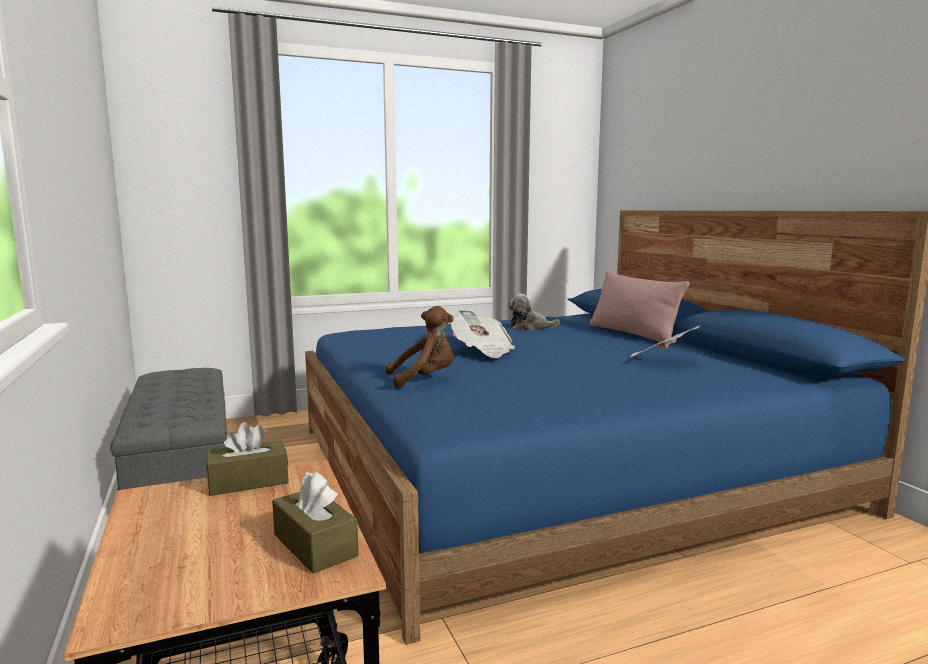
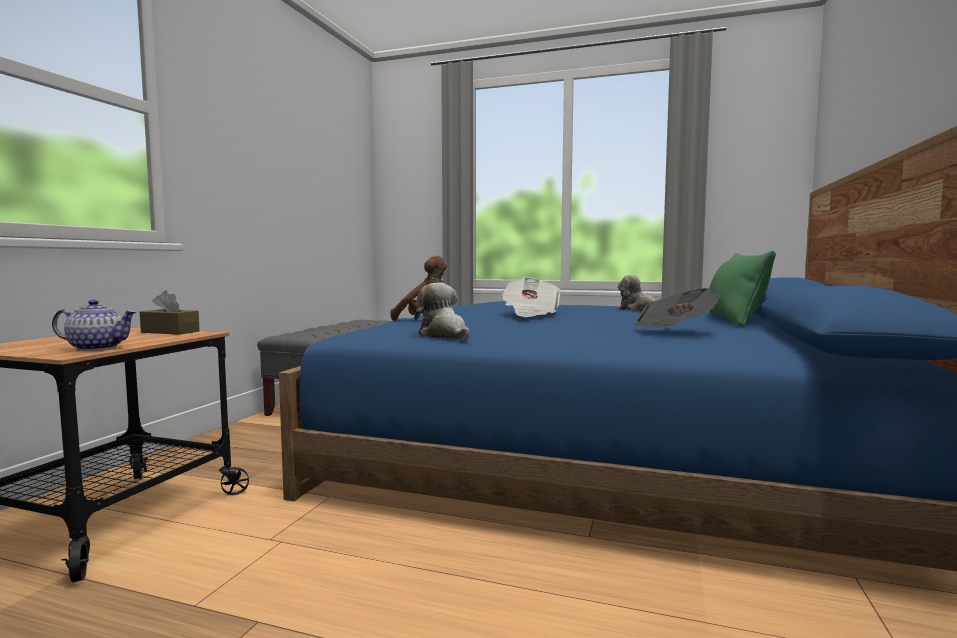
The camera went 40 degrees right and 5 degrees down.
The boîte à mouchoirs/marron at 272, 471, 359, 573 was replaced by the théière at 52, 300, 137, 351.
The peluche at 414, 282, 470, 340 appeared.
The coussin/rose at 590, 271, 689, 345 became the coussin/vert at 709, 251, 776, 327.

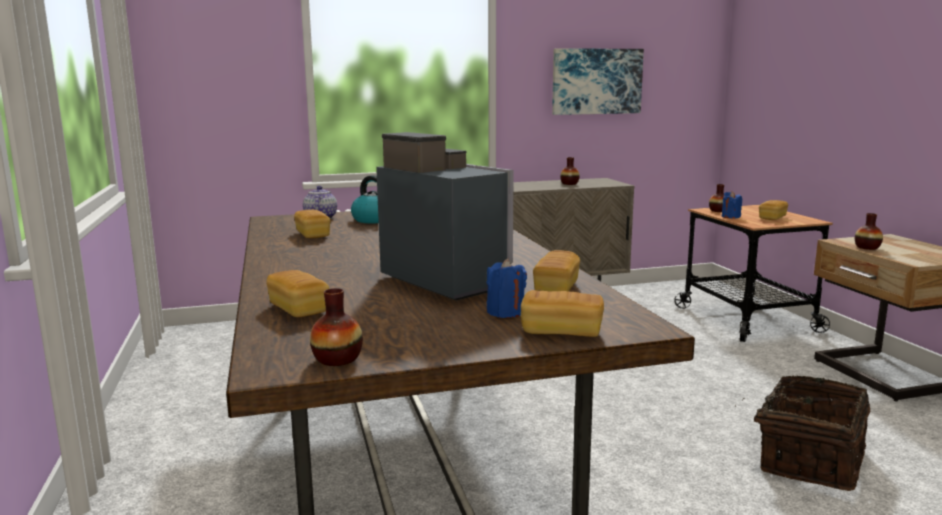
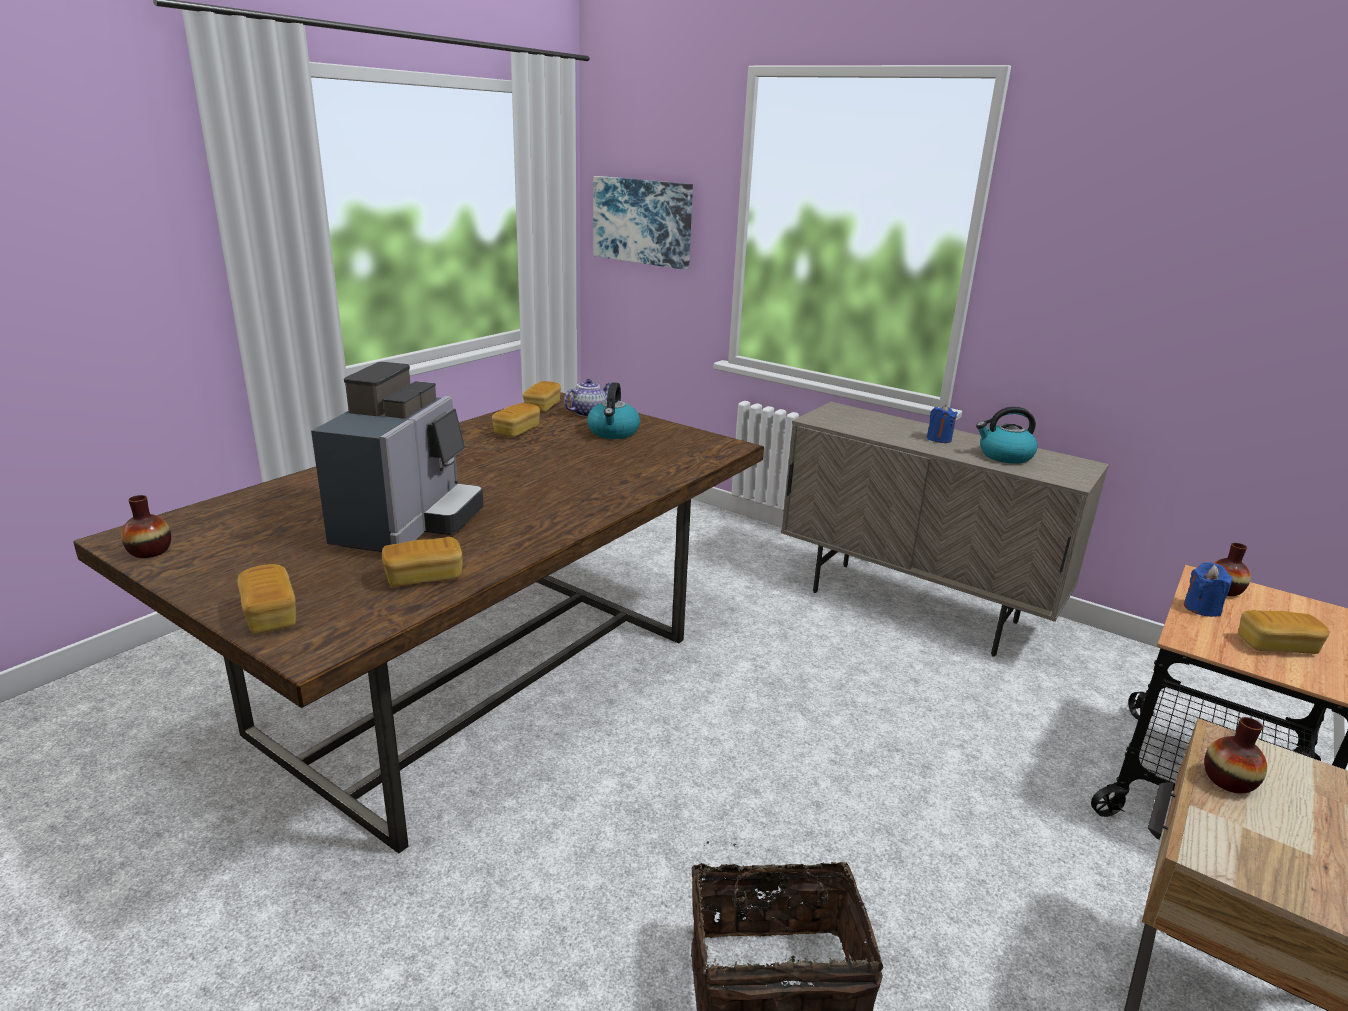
The camera went 50 degrees right and 10 degrees up.
The pain moved from 267, 270, 330, 317 to 523, 381, 561, 412.
The tableau moved from 552, 48, 644, 115 to 593, 176, 693, 270.
The bougie/bleu moved from 487, 258, 527, 318 to 927, 405, 958, 443.
The vase at 560, 157, 580, 185 was replaced by the bouilloire at 976, 407, 1038, 464.

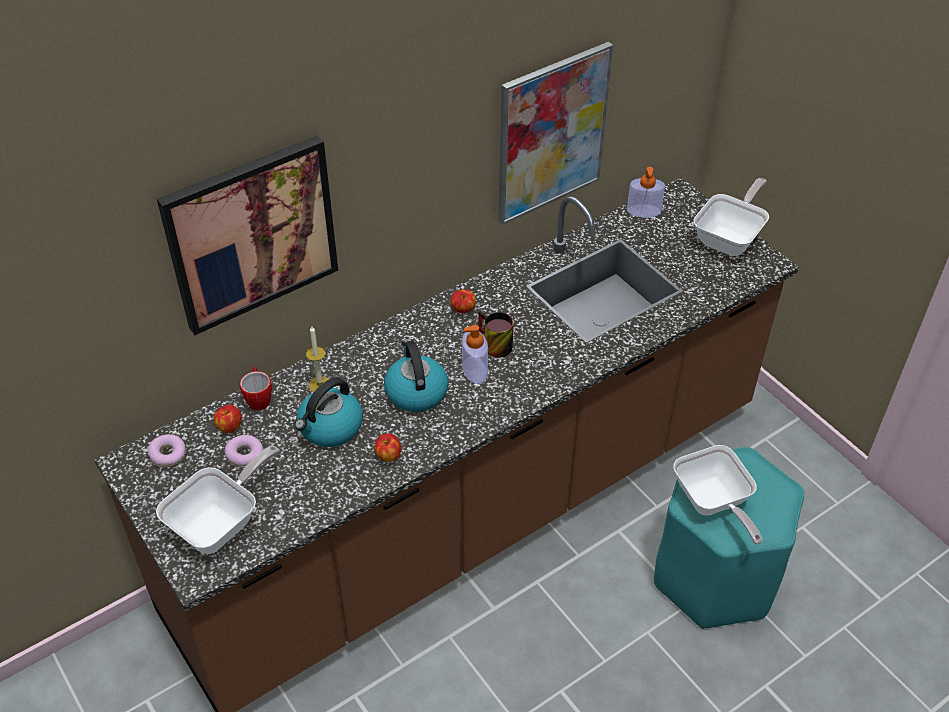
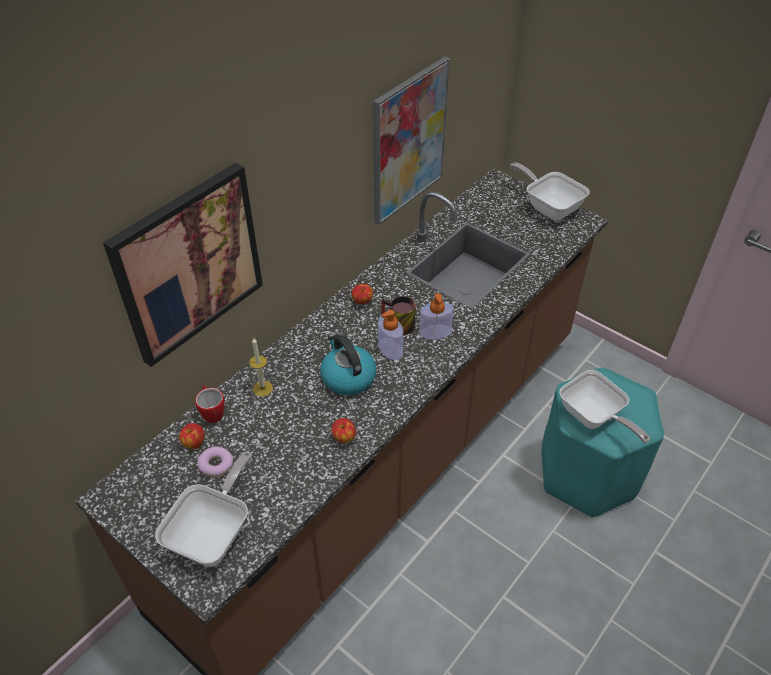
The camera went 15 degrees left and 0 degrees up.
The distributeur de savon moved from 627, 167, 665, 218 to 420, 293, 454, 340.
The poêle at 694, 178, 769, 256 turned 60 degrees counterclockwise.
The beignet at 148, 434, 186, 467 disappeared.
The bouilloire at 294, 377, 363, 447 disappeared.

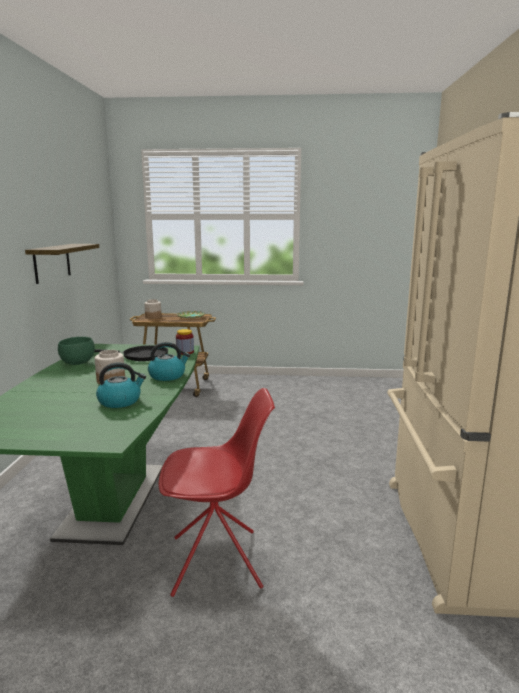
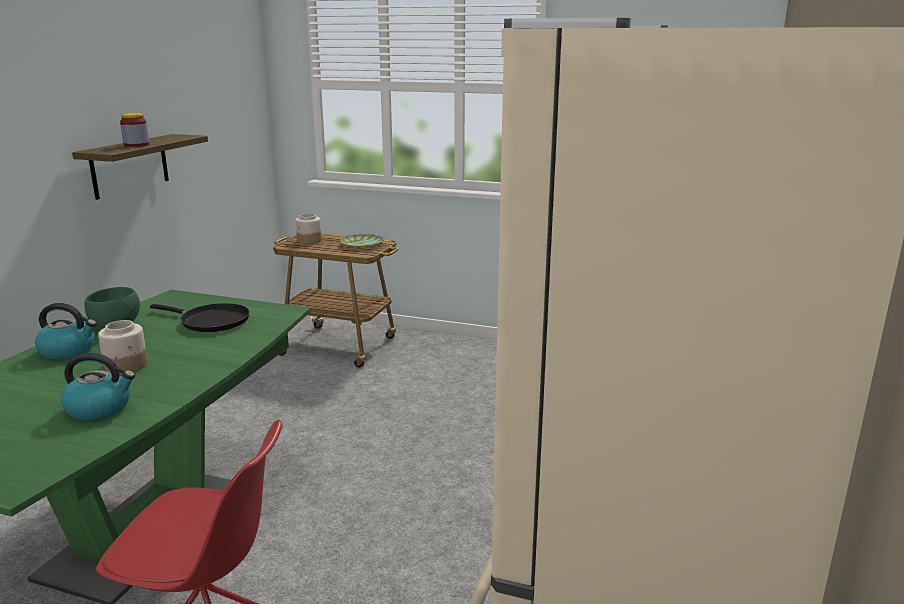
The camera went 15 degrees right and 5 degrees up.
The bouilloire moved from 148, 342, 190, 381 to 35, 303, 97, 359.
The bocal moved from 176, 329, 194, 355 to 120, 113, 149, 147.

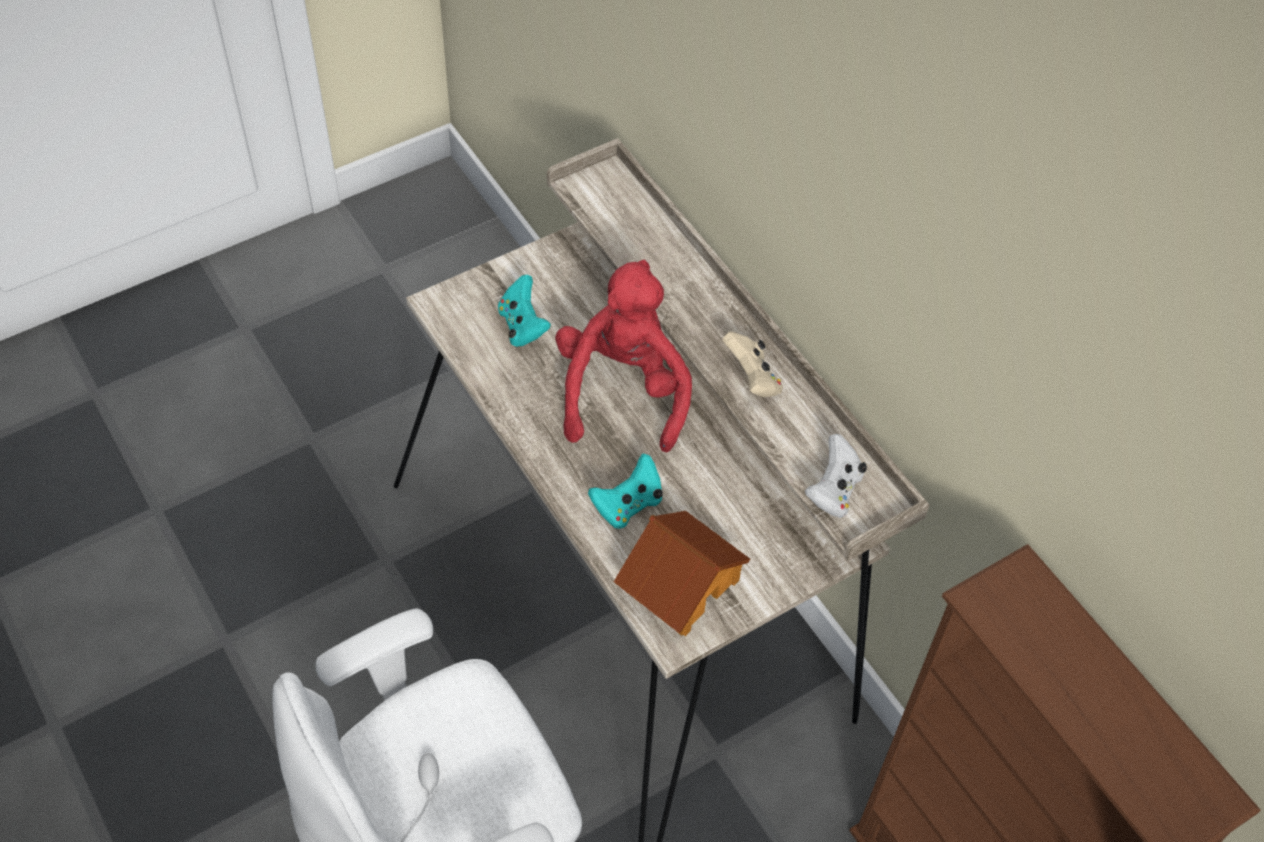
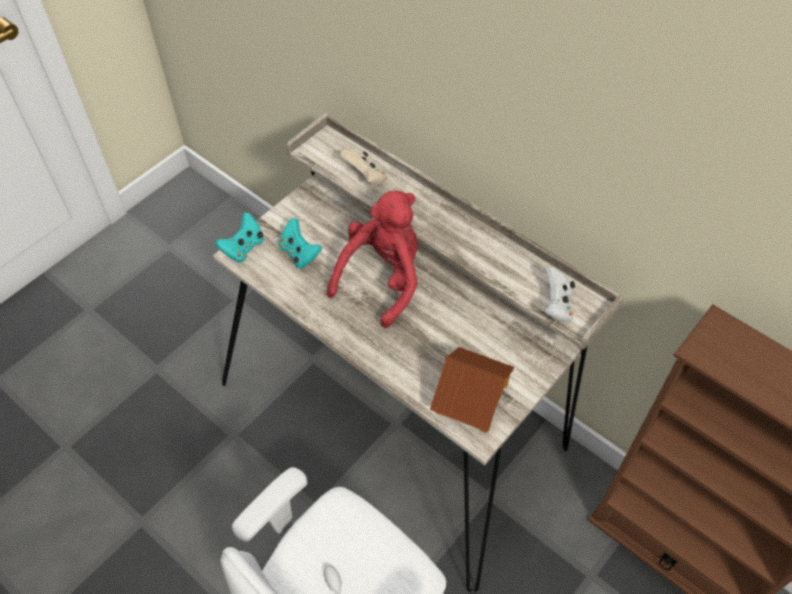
The camera went 15 degrees left and 0 degrees up.
The manette/turquoise moved from 588, 454, 663, 529 to 215, 212, 264, 263.
The peluche/rouge at 555, 260, 692, 453 turned 45 degrees clockwise.
The manette/beige moved from 722, 331, 783, 397 to 340, 149, 387, 185.

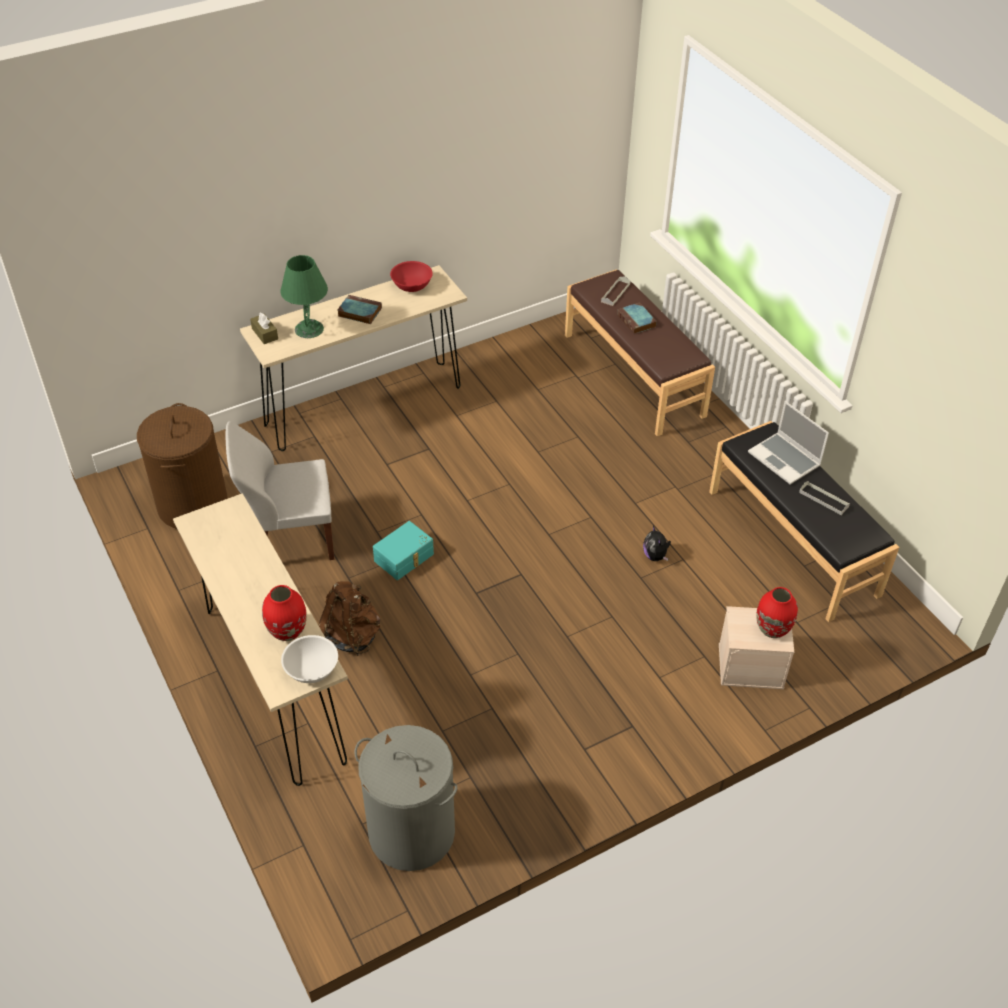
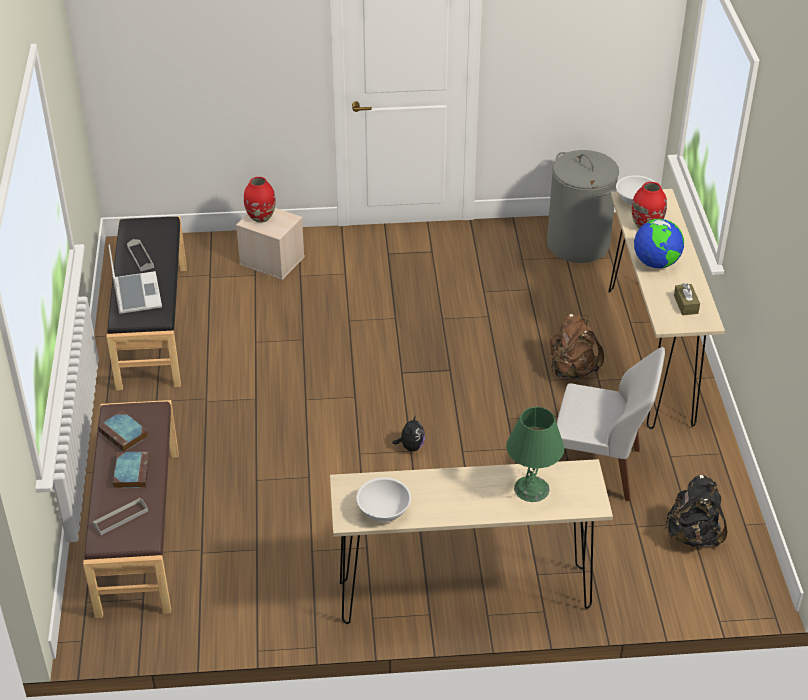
The camera went 155 degrees left and 5 degrees down.
The livre moved from 338, 295, 382, 324 to 98, 411, 148, 452.
The bol/rouge at 390, 261, 433, 292 became the bol/blanc at 356, 478, 411, 522.
The peluche moved from 643, 526, 671, 561 to 392, 414, 425, 452.
The globe at 634, 219, 684, 268 appeared.
The panier à linge/marron at 137, 403, 228, 529 was replaced by the sac à dos/noir at 664, 475, 728, 547.
The boîte à mouchoirs/marron moved from 250, 313, 278, 344 to 674, 283, 700, 315.
The boîte de rangement/turquoise at 373, 521, 434, 580 disappeared.

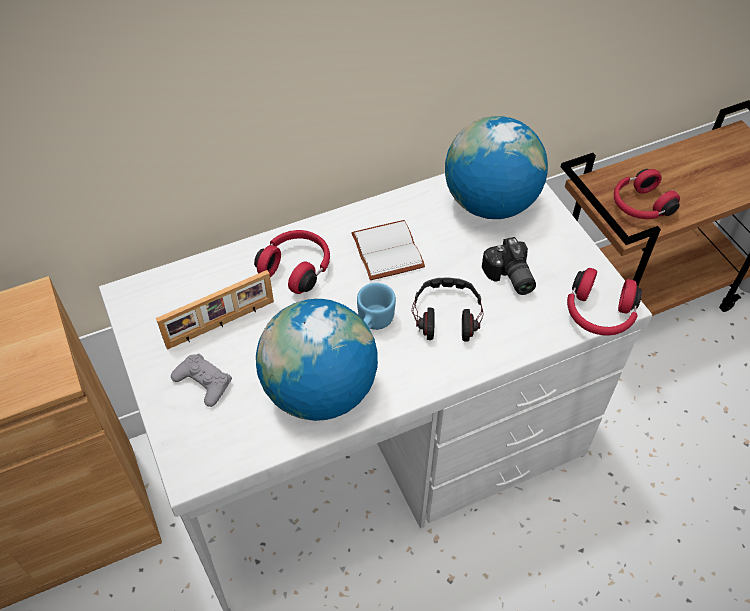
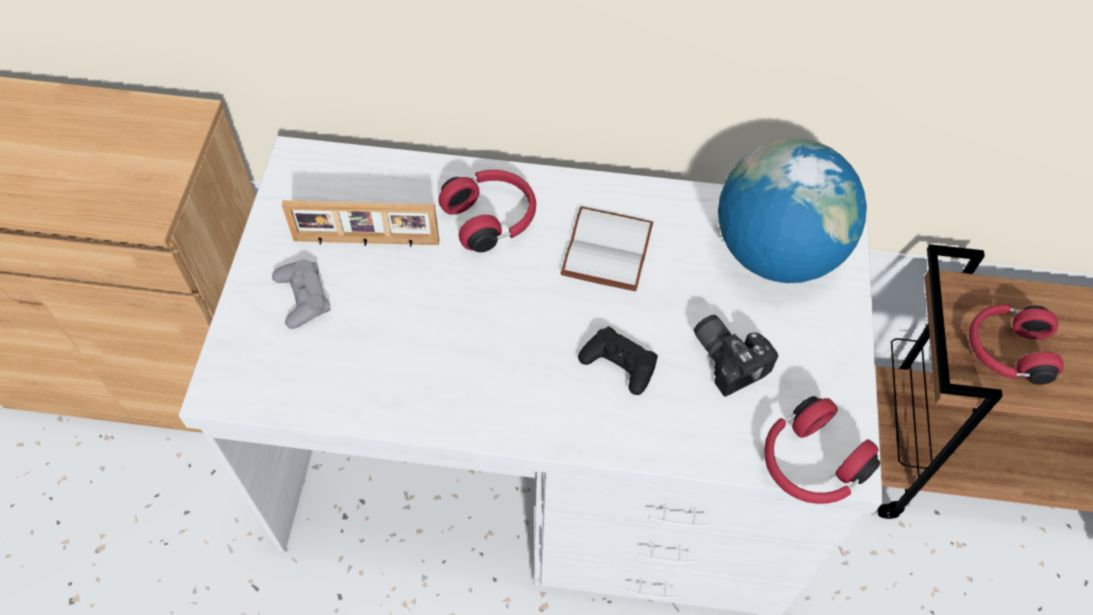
The camera went 30 degrees right and 5 degrees up.
The casque audio at 412, 277, 484, 342 was replaced by the manette/noir at 578, 327, 658, 395.
The appareil photo at 482, 237, 536, 295 turned 135 degrees clockwise.
The globe at 256, 299, 378, 421 disappeared.
The mug/bleu at 357, 283, 396, 330 disappeared.

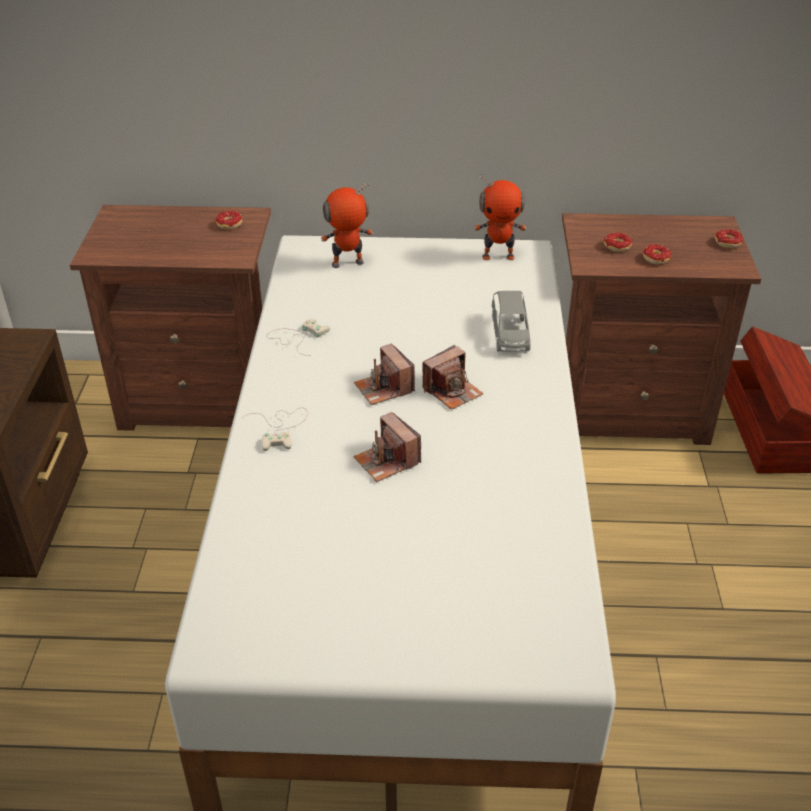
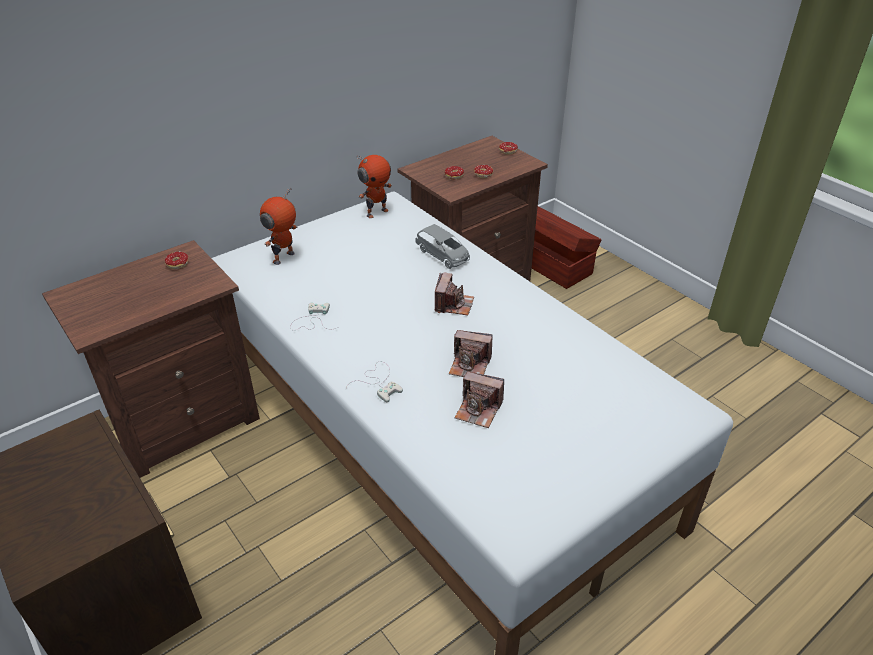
The camera went 40 degrees left and 0 degrees up.
The appareil photo moved from 354, 344, 415, 405 to 454, 371, 504, 428.

